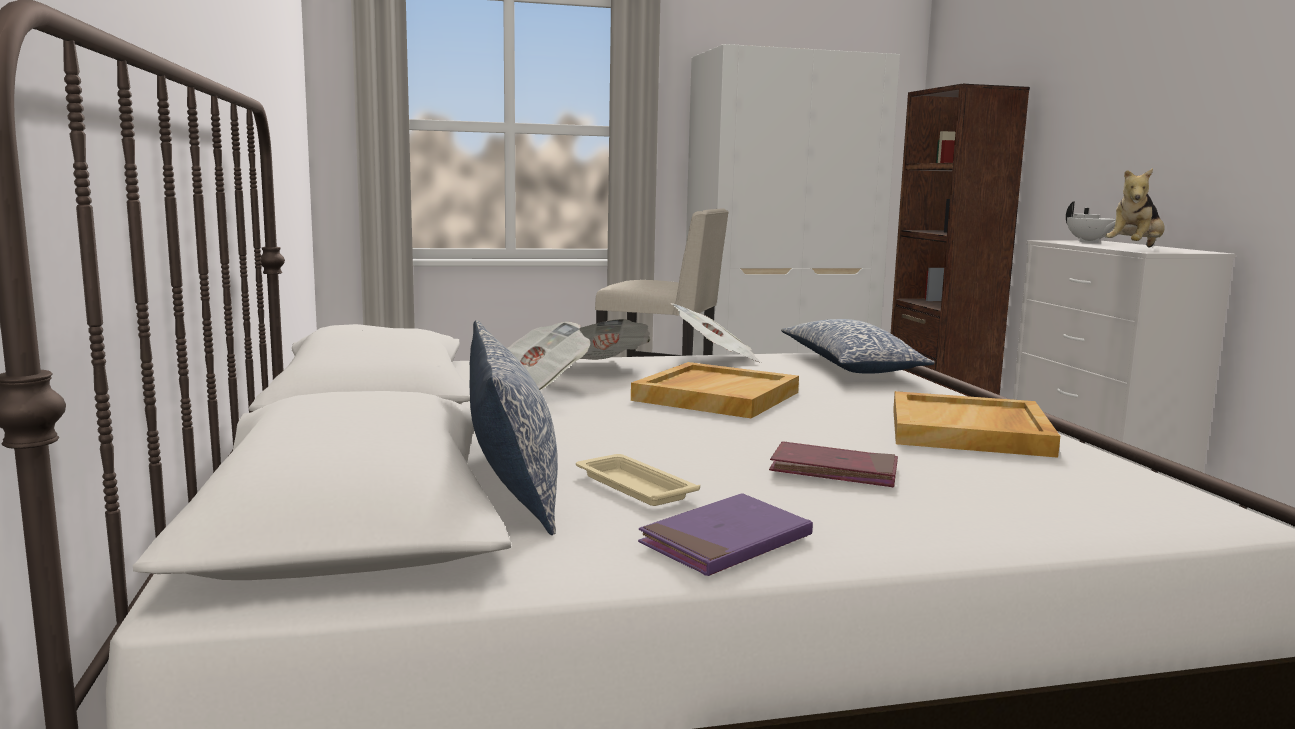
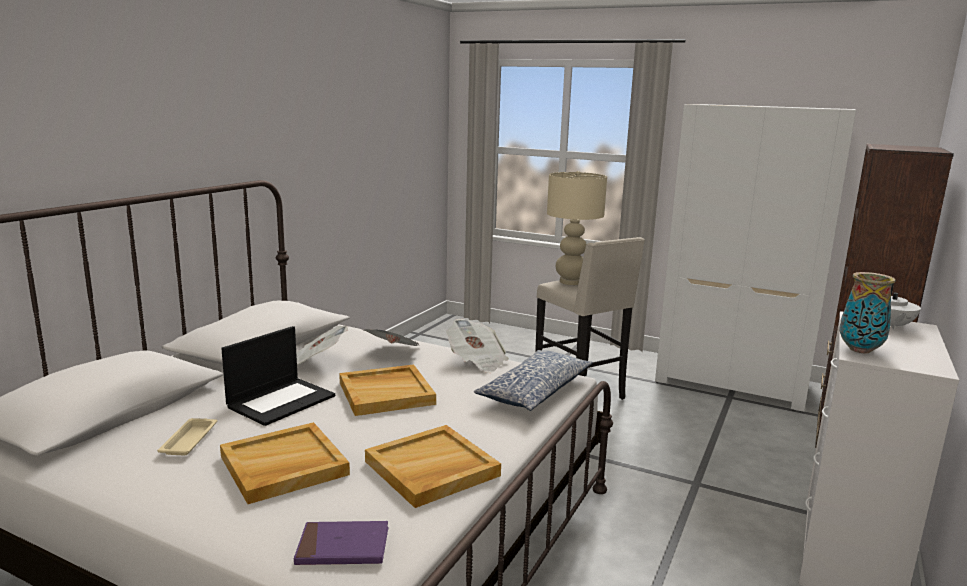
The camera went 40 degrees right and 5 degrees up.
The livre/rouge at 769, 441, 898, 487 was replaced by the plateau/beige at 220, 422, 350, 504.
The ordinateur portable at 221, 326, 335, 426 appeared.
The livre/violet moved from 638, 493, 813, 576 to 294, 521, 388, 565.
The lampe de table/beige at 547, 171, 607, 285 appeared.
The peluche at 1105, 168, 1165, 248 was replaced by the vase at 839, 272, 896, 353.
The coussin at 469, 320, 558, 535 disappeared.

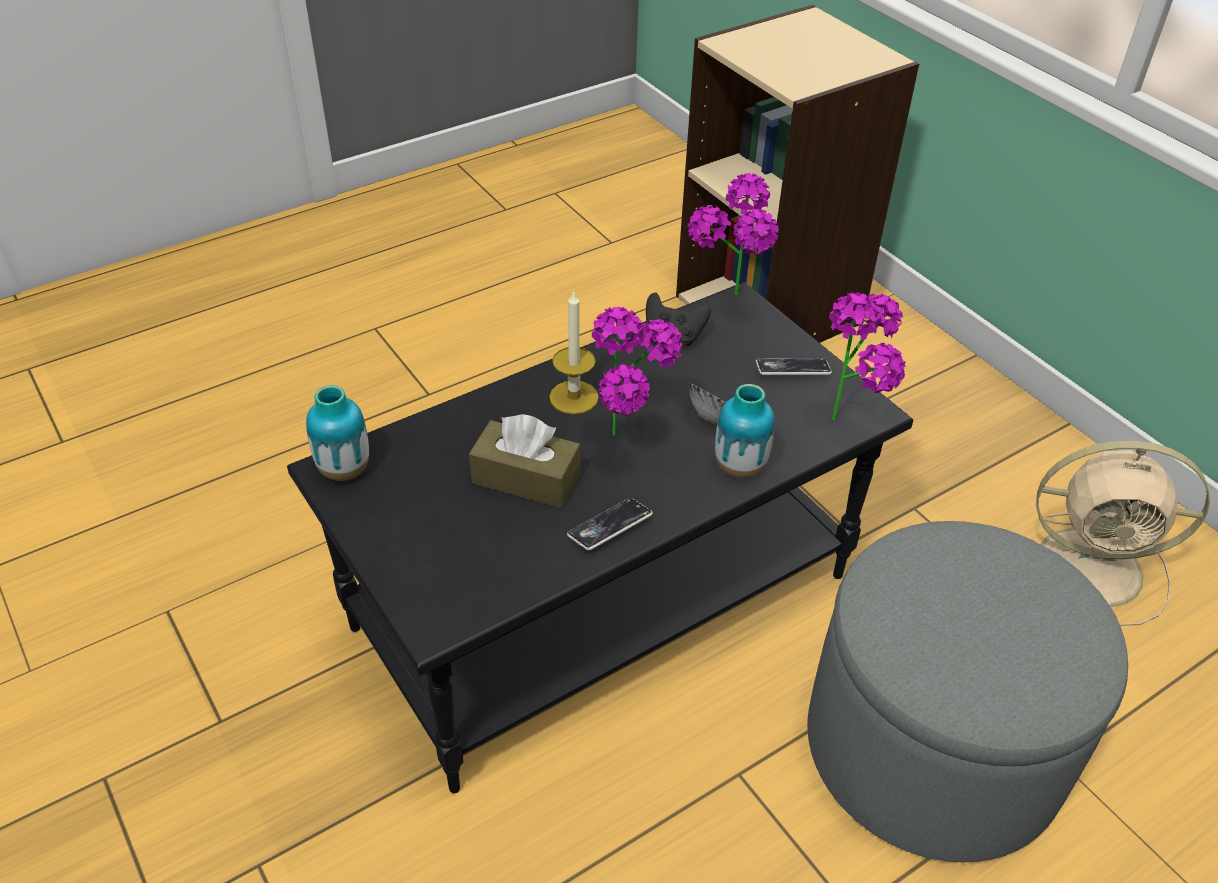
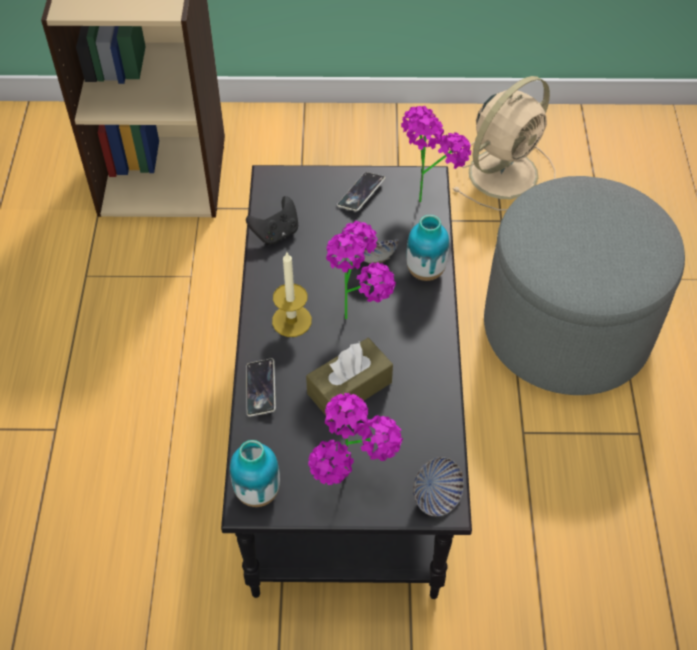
The camera went 55 degrees left and 10 degrees up.
The téléphone moved from 567, 498, 653, 550 to 246, 359, 276, 417.
The plante en pot moved from 687, 173, 779, 295 to 308, 393, 403, 485.
The bol at 413, 457, 464, 516 appeared.

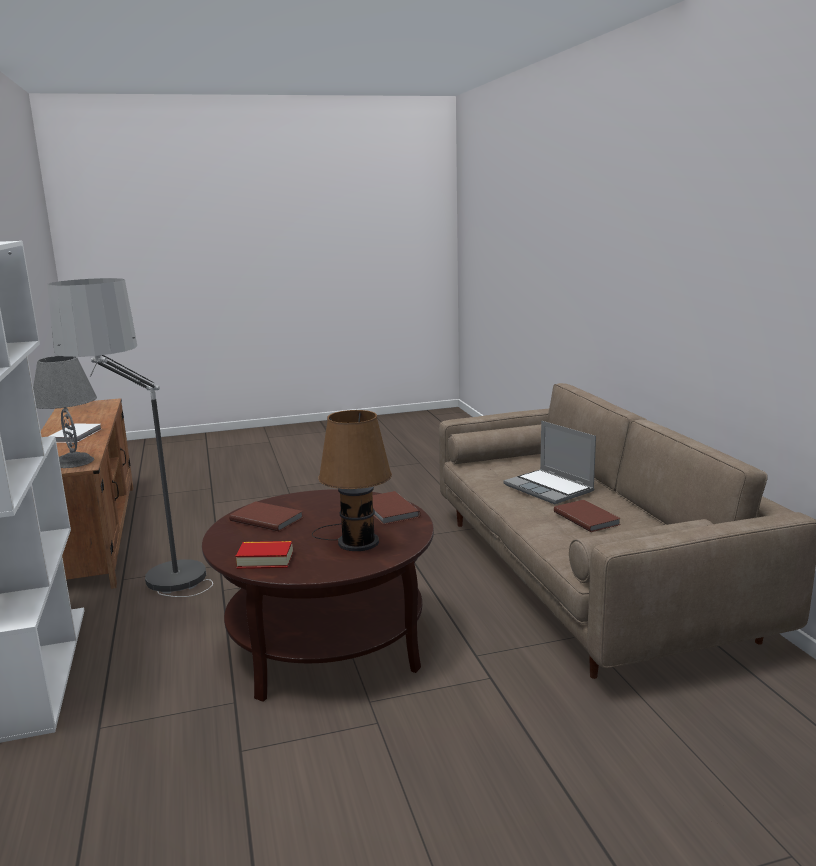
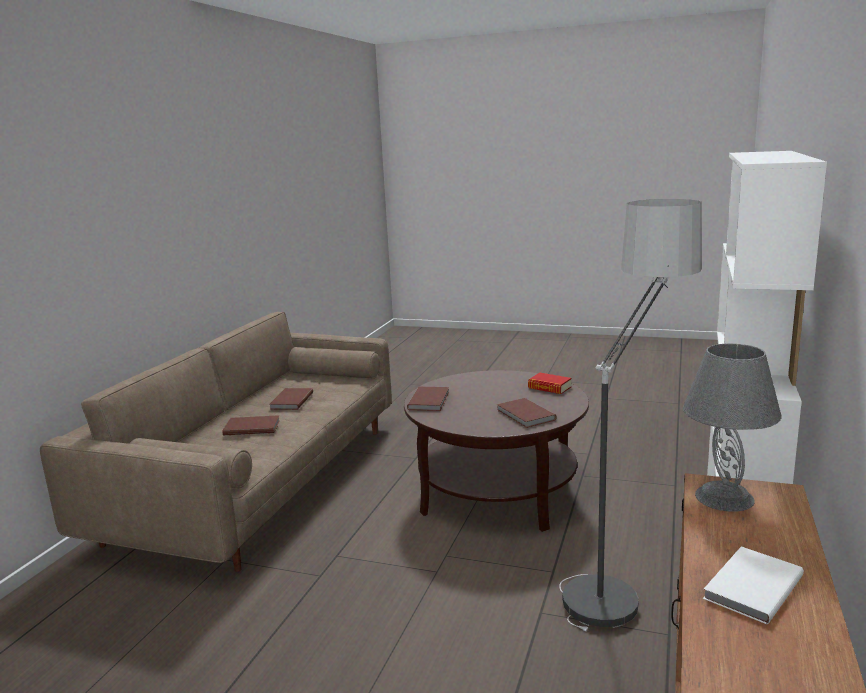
The camera went 145 degrees left and 0 degrees up.
The ordinateur portable at 504, 421, 596, 504 was replaced by the livre/marron at 222, 415, 280, 435.
The lampe de table/marron at 312, 410, 392, 551 disappeared.

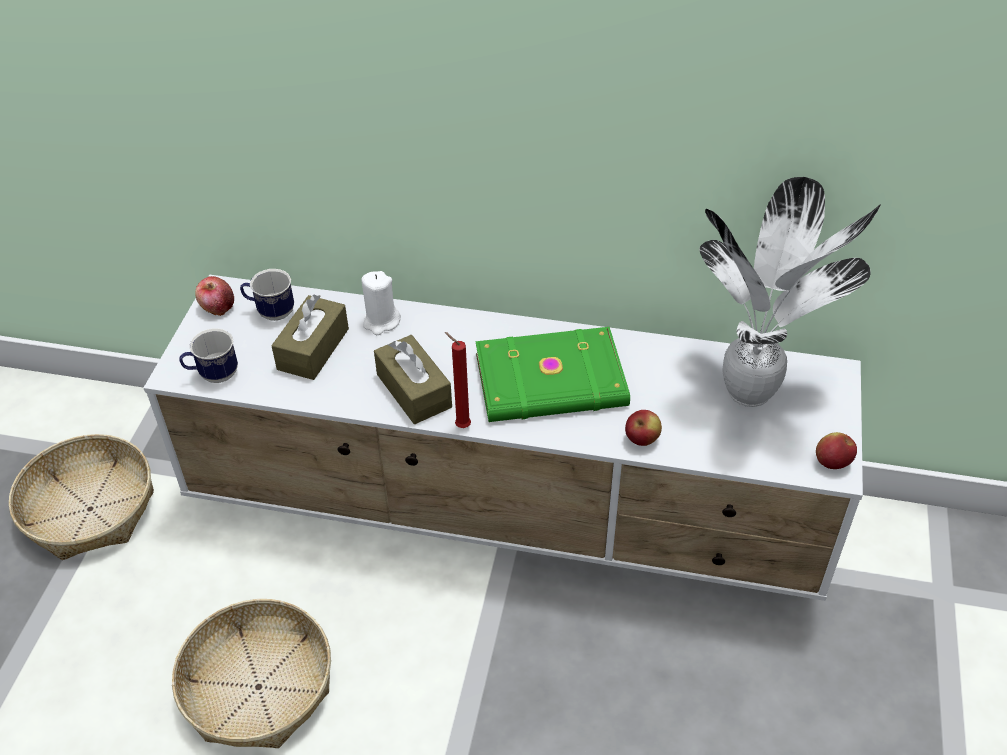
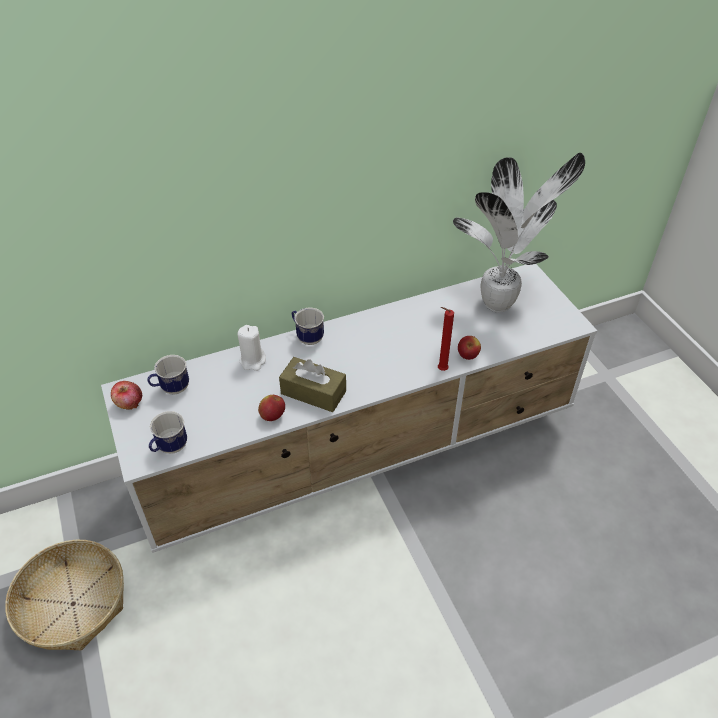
The camera went 35 degrees left and 0 degrees up.
The pomme moved from 816, 432, 857, 469 to 258, 395, 285, 421.
The mug at 292, 308, 324, 345 appeared.
The bougie/rouge moved from 445, 332, 471, 428 to 438, 307, 454, 371.
The panier at 172, 599, 331, 748 disappeared.
The boîte à mouchoirs/marron at 271, 294, 349, 380 disappeared.
The livre/vert at 476, 327, 630, 422 disappeared.

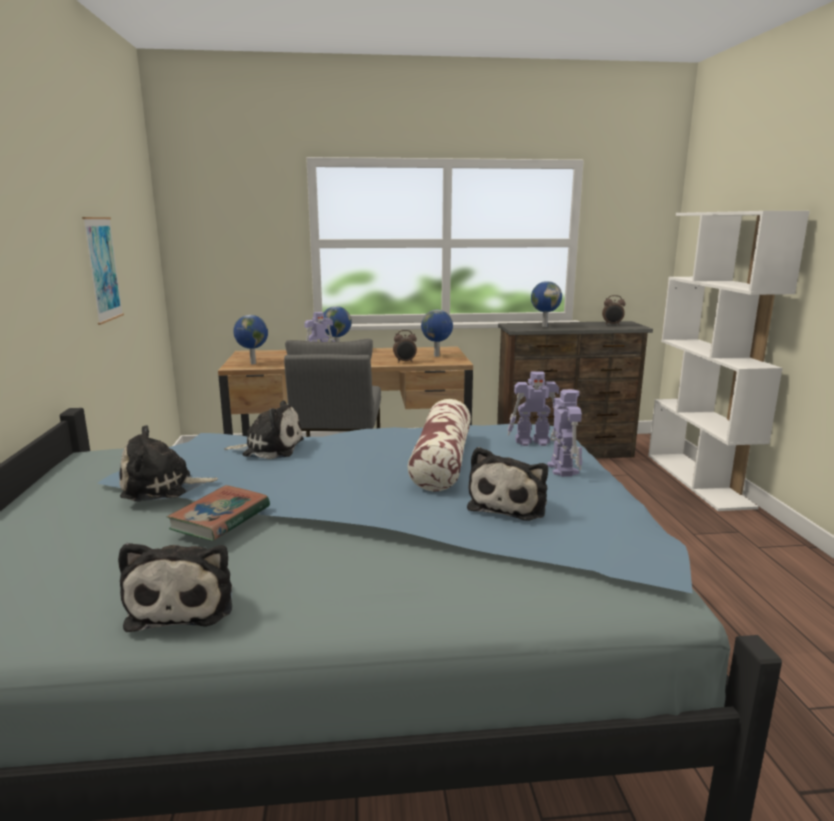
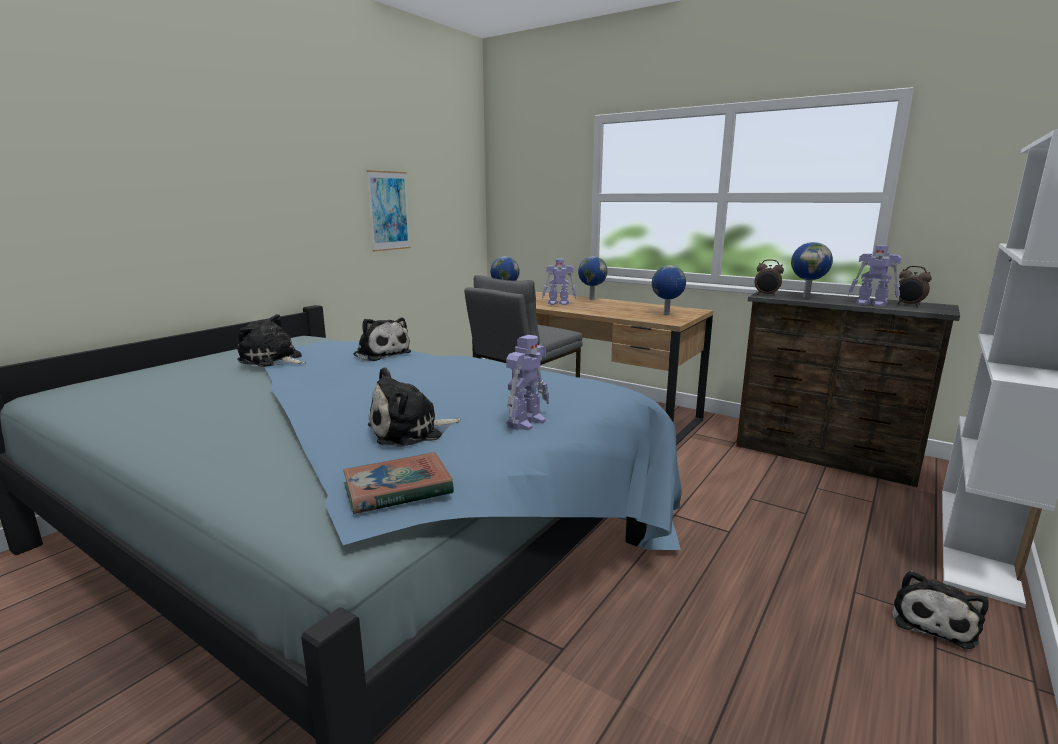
The camera went 40 degrees right and 0 degrees up.
The livre moved from 167, 485, 270, 541 to 343, 452, 454, 514.
The réveil moved from 393, 330, 417, 363 to 754, 259, 784, 296.
The robot jouet moved from 508, 372, 559, 446 to 848, 245, 901, 307.
The peluche moved from 118, 543, 232, 632 to 892, 570, 989, 649.
The coussin at 407, 399, 471, 492 disappeared.

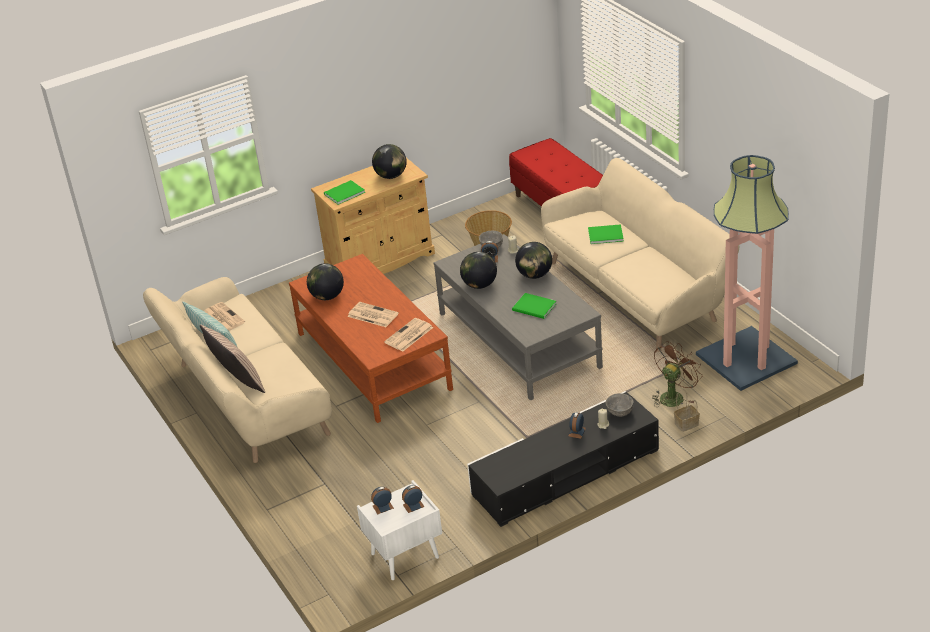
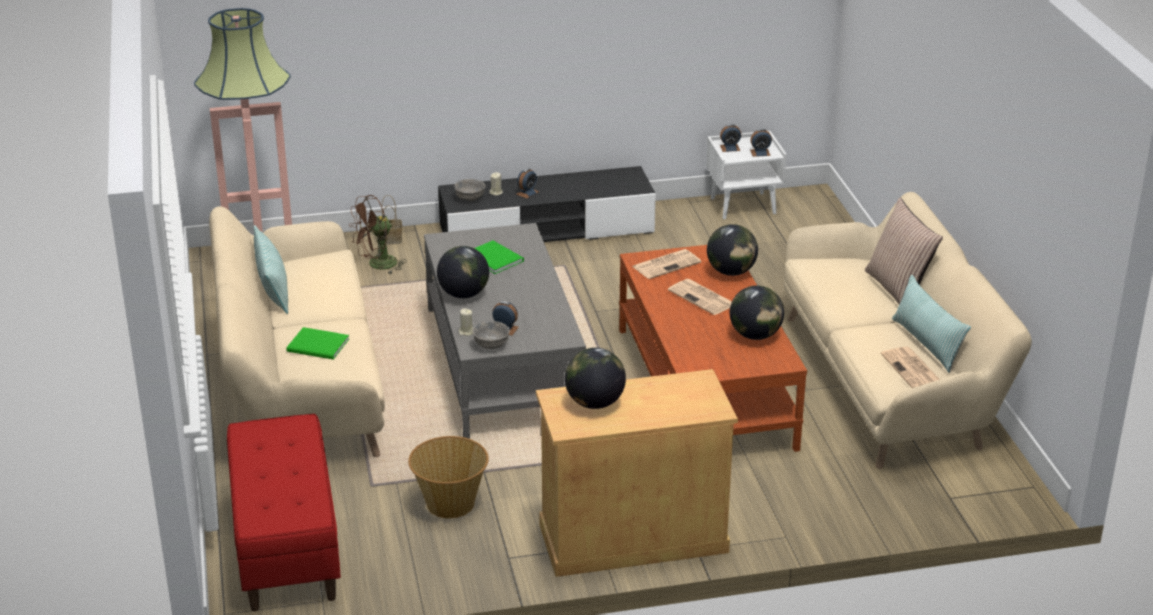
The camera went 165 degrees left and 5 degrees down.
The coussin at 254, 225, 288, 314 appeared.
The globe moved from 460, 252, 497, 289 to 707, 224, 758, 276.
The livre/vert at 324, 180, 365, 205 disappeared.

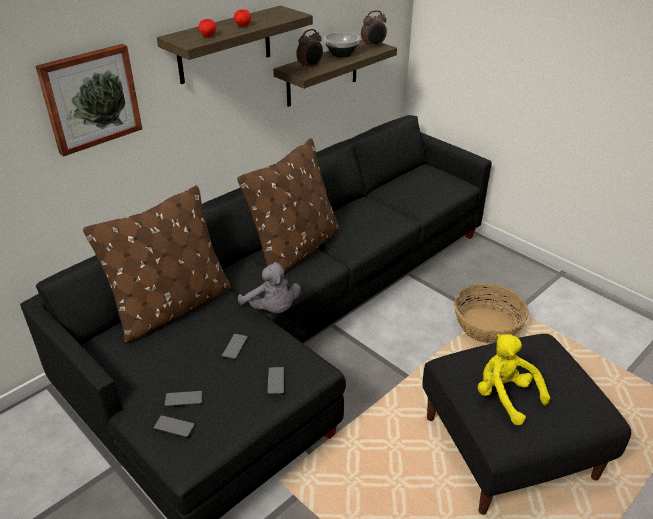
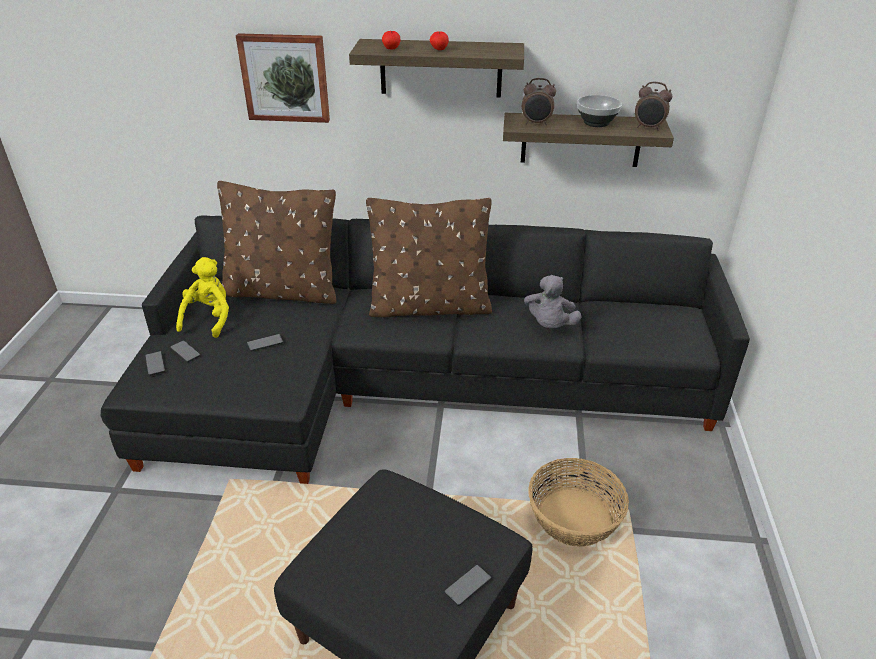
The camera went 50 degrees right and 0 degrees up.
The peluche/jaune moved from 478, 334, 550, 426 to 176, 257, 229, 338.
The téléphone moved from 267, 367, 285, 395 to 444, 565, 491, 606.
The peluche/gris moved from 238, 262, 301, 313 to 524, 275, 581, 328.

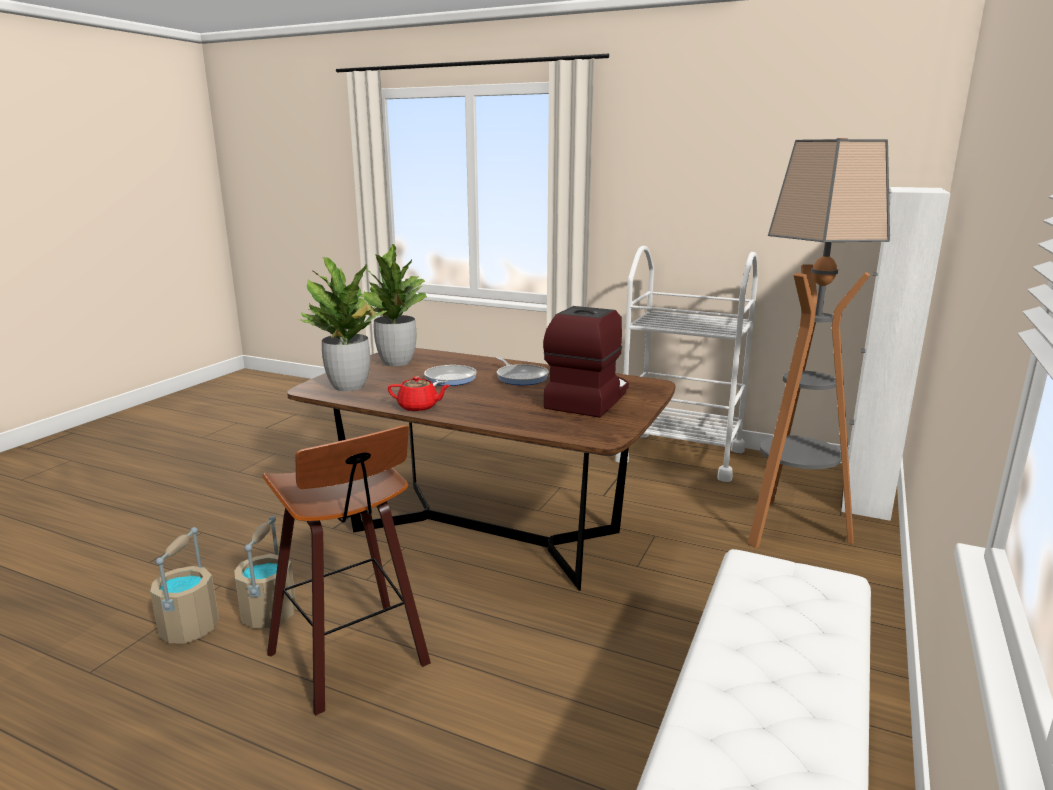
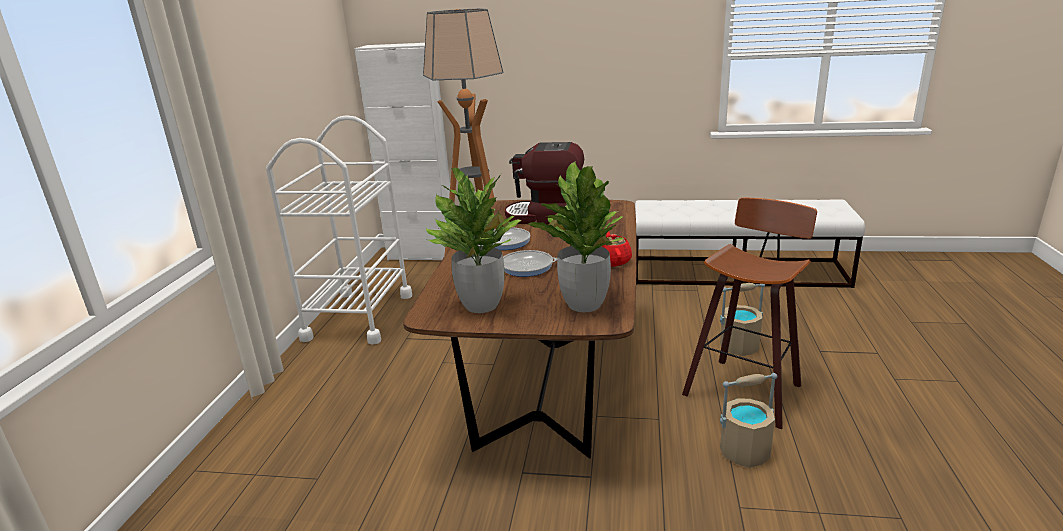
The camera went 105 degrees left and 5 degrees up.
The seau/beige moved from 150, 527, 219, 644 to 720, 283, 765, 356.

